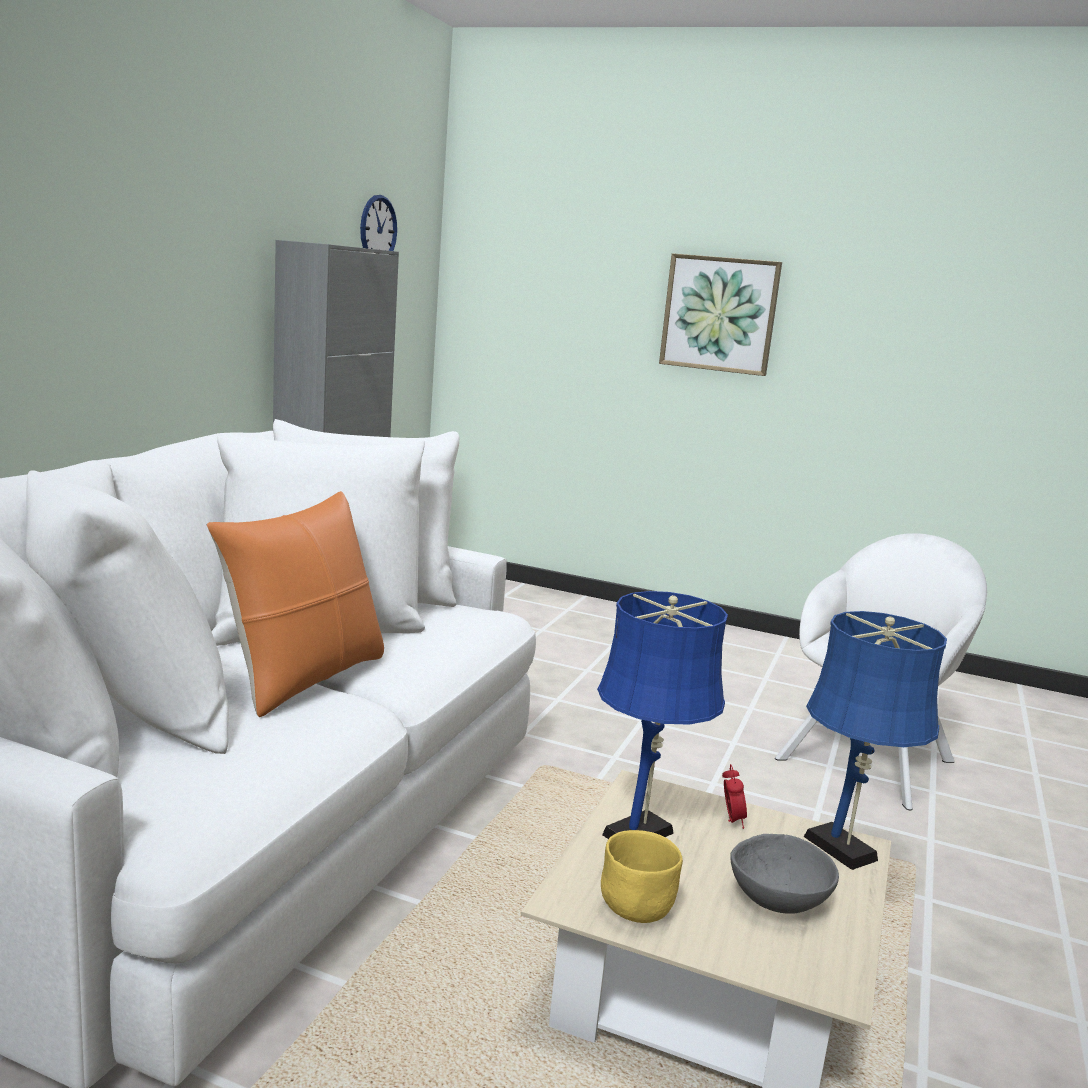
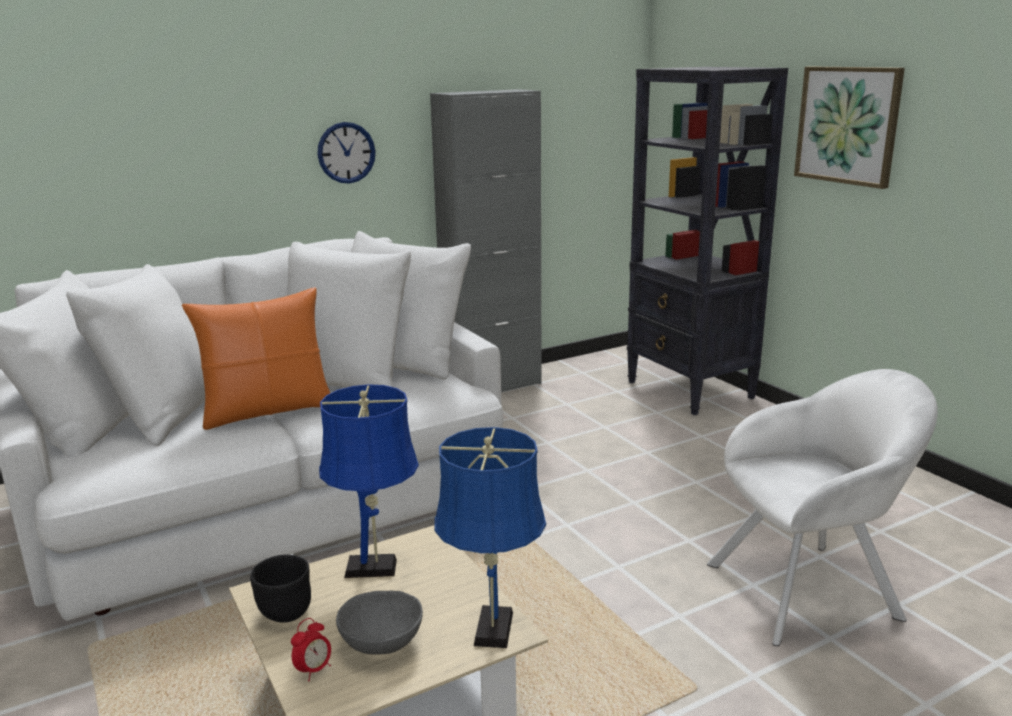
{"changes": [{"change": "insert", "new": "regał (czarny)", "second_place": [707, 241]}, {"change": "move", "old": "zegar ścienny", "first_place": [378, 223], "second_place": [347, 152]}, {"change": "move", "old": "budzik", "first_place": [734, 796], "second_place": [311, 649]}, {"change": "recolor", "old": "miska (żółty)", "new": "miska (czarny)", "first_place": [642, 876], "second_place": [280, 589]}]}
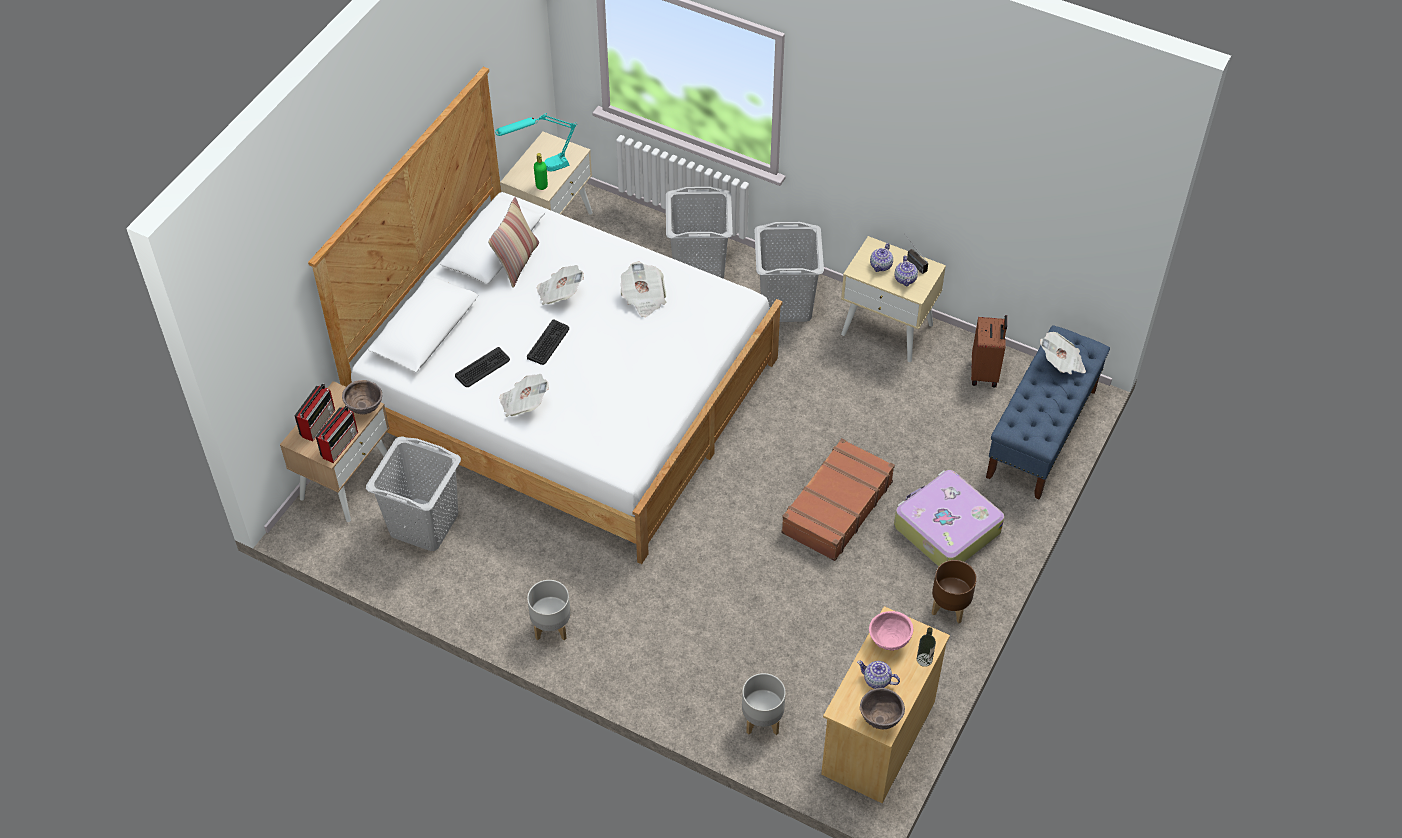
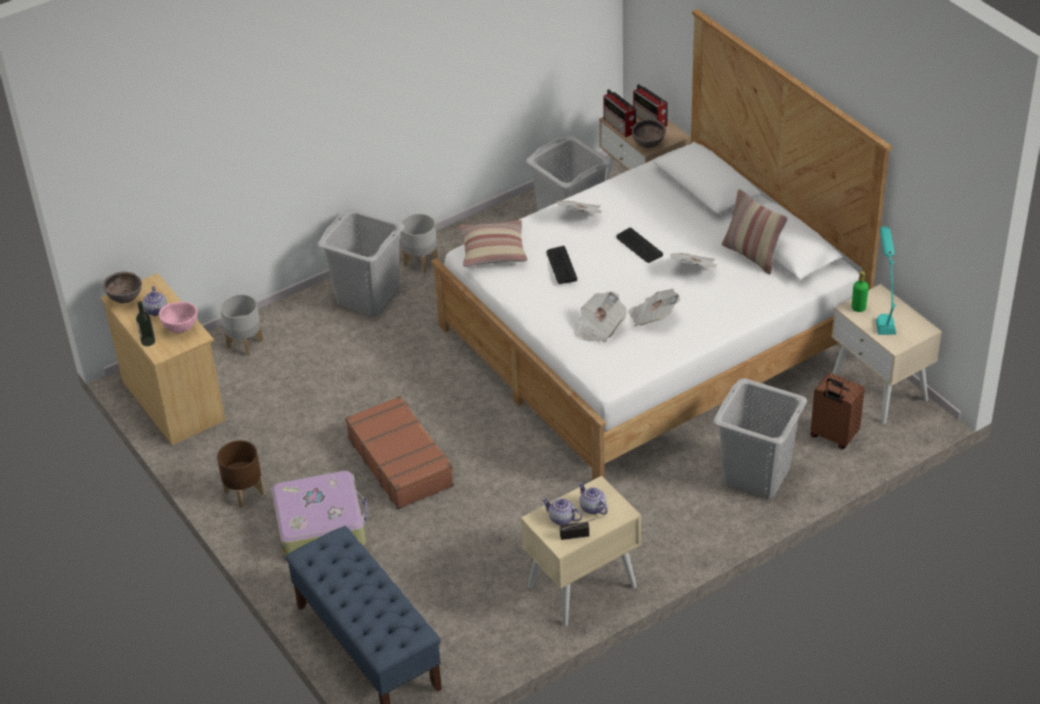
{"changes": [{"change": "insert", "new": "poduszka", "second_place": [493, 243]}, {"change": "move", "old": "klawiatura", "first_place": [482, 367], "second_place": [562, 265]}, {"change": "move", "old": "kosz na pranie (szary)", "first_place": [789, 272], "second_place": [361, 262]}, {"change": "move", "old": "walizka (brązowy)", "first_place": [989, 351], "second_place": [837, 411]}, {"change": "move", "old": "gazeta", "first_place": [1063, 353], "second_place": [601, 317]}, {"change": "rotate", "old": "imbryk", "first_place": [878, 675], "second_place": [155, 301], "degrees": 120}]}
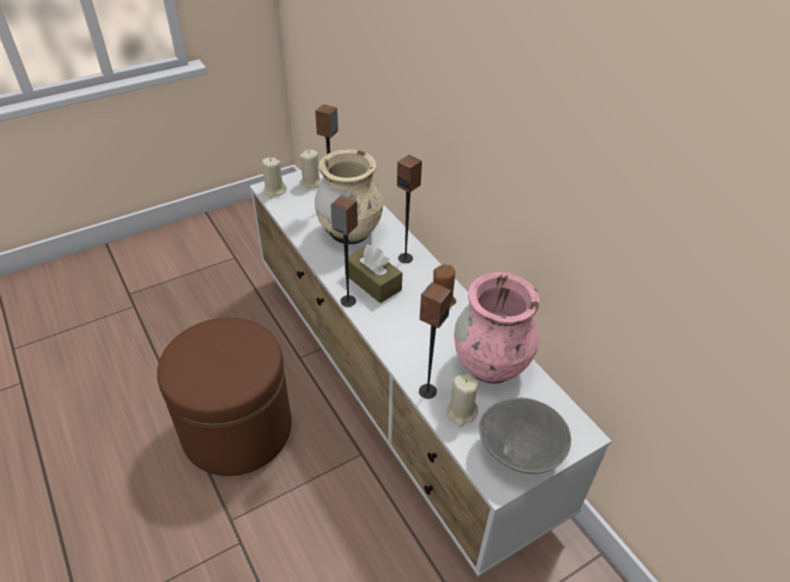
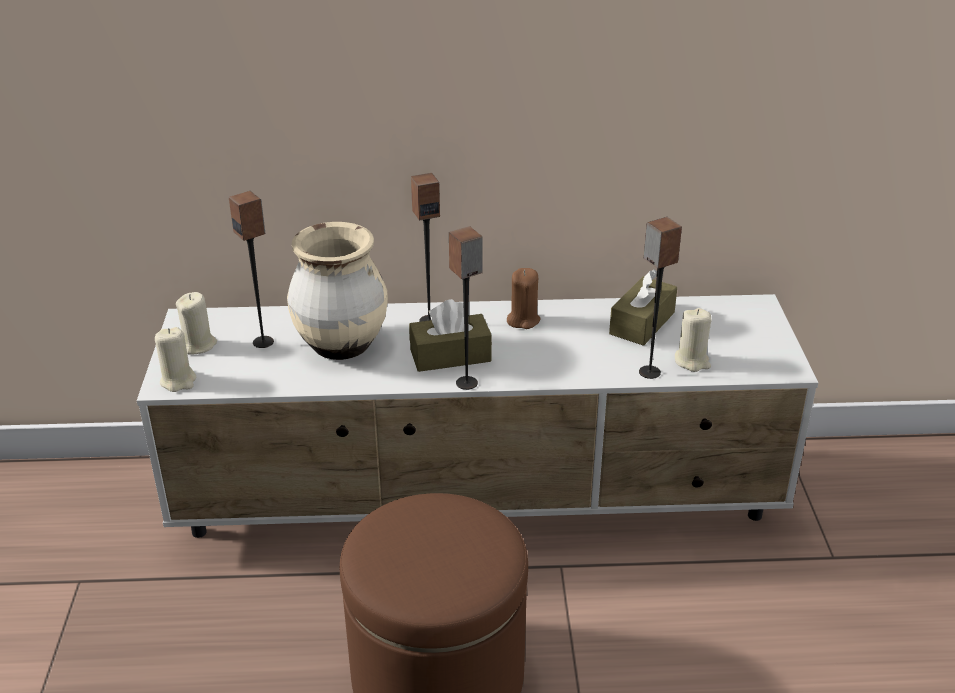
{"changes": [{"change": "delete", "old": "miska (szary)", "first_place": [525, 436]}, {"change": "replace", "old": "wazon (różowy)", "new": "pudełko chusteczek (brązowy)", "first_place": [497, 328], "second_place": [643, 307]}]}
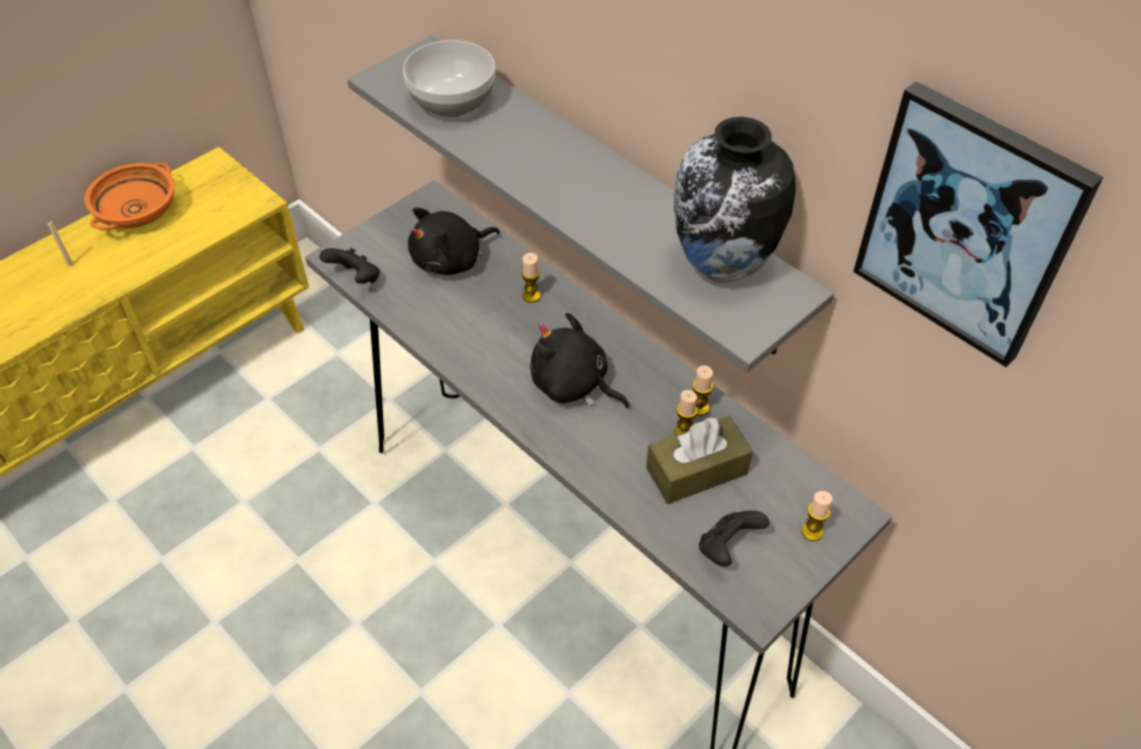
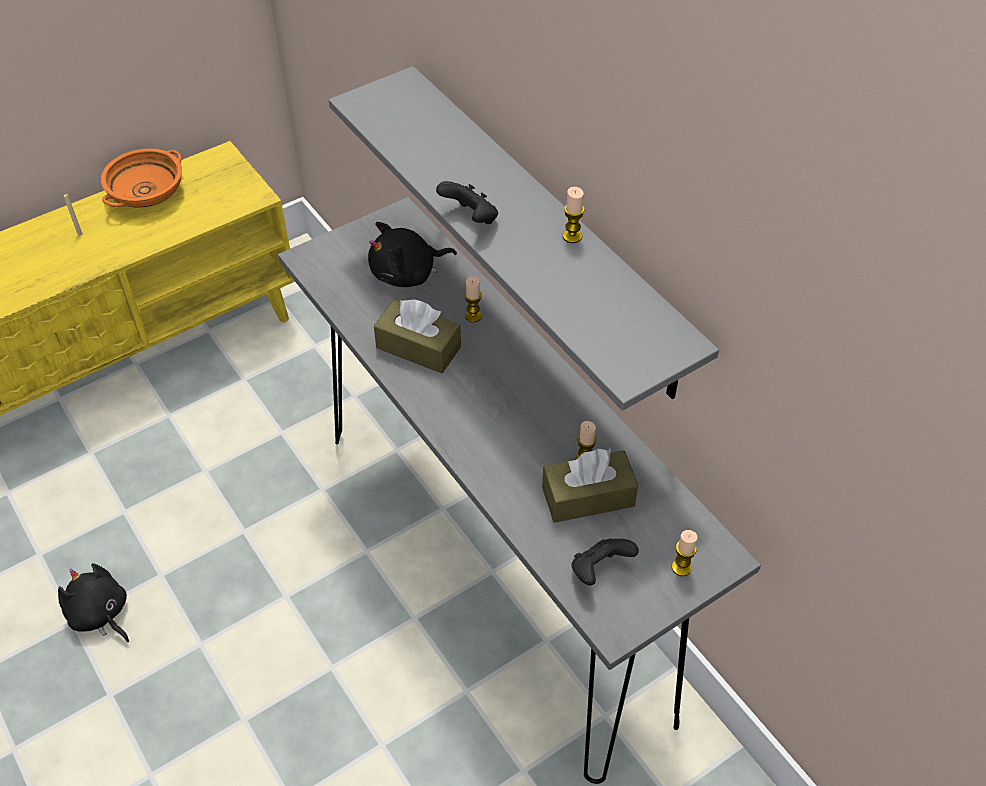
{"changes": [{"change": "delete", "old": "miska", "first_place": [449, 78]}, {"change": "delete", "old": "wazon", "first_place": [735, 200]}, {"change": "delete", "old": "obraz", "first_place": [978, 224]}, {"change": "insert", "new": "pudełko chusteczek (brązowy)", "second_place": [417, 336]}, {"change": "move", "old": "pad do gier (czarny)", "first_place": [349, 266], "second_place": [467, 202]}, {"change": "move", "old": "pluszak (czarny)", "first_place": [579, 360], "second_place": [93, 602]}, {"change": "move", "old": "świeca", "first_place": [703, 390], "second_place": [574, 215]}]}
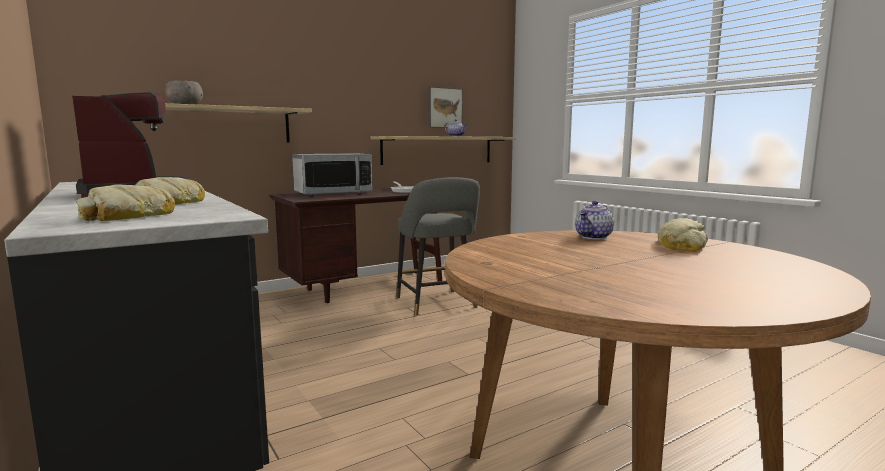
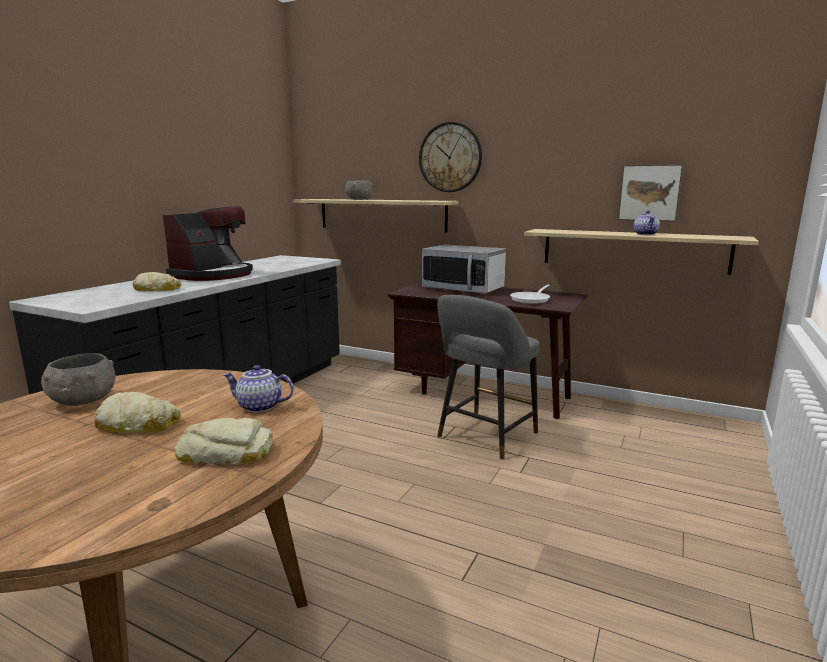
{"changes": [{"change": "insert", "new": "miska (szary)", "second_place": [78, 379]}, {"change": "insert", "new": "zegar ścienny", "second_place": [450, 157]}, {"change": "move", "old": "chleb", "first_place": [125, 203], "second_place": [138, 412]}]}
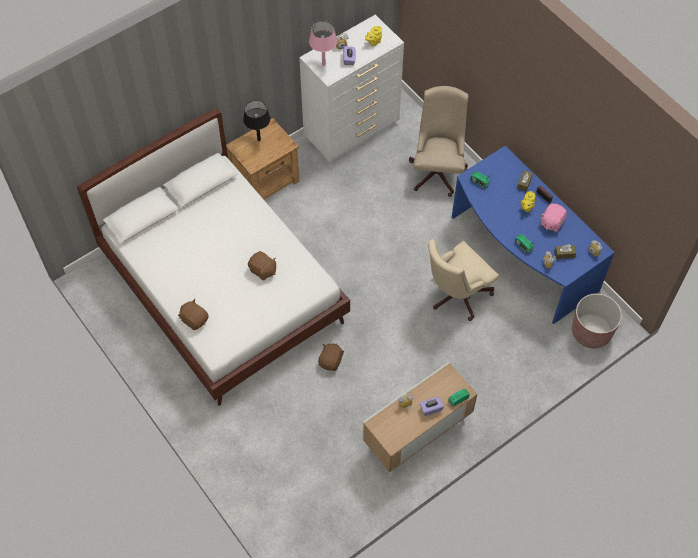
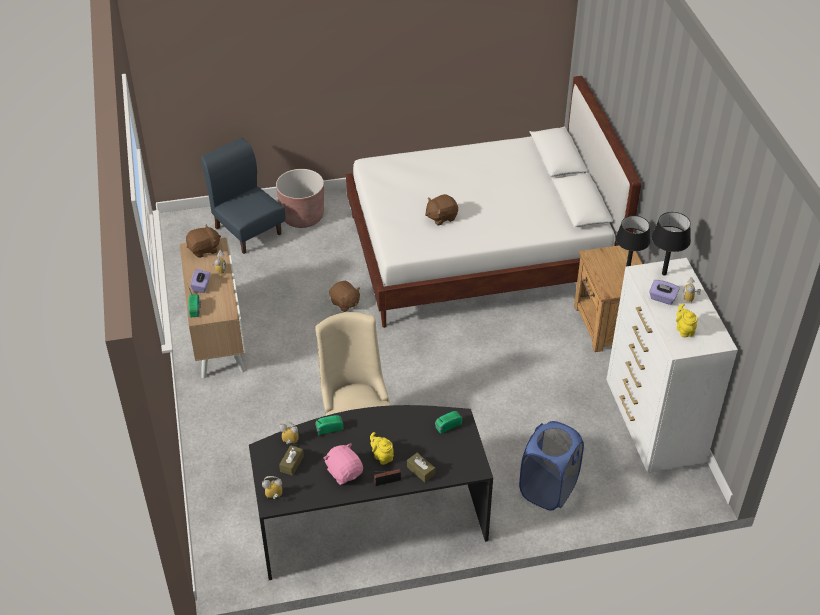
{"changes": [{"change": "insert", "new": "krzesło (niebieski)", "second_place": [243, 196]}, {"change": "move", "old": "pluszak (brązowy)", "first_place": [193, 314], "second_place": [203, 241]}, {"change": "move", "old": "donica (brązowy)", "first_place": [597, 321], "second_place": [300, 198]}, {"change": "replace", "old": "krzesło biurowe (beżowy)", "new": "kosz na pranie (niebieski)", "first_place": [439, 141], "second_place": [551, 466]}, {"change": "recolor", "old": "lampa stołowa (różowy)", "new": "lampa stołowa (czarny)", "first_place": [323, 43], "second_place": [671, 244]}, {"change": "recolor", "old": "biurko (niebieski)", "new": "biurko (czarny)", "first_place": [533, 235], "second_place": [371, 492]}]}
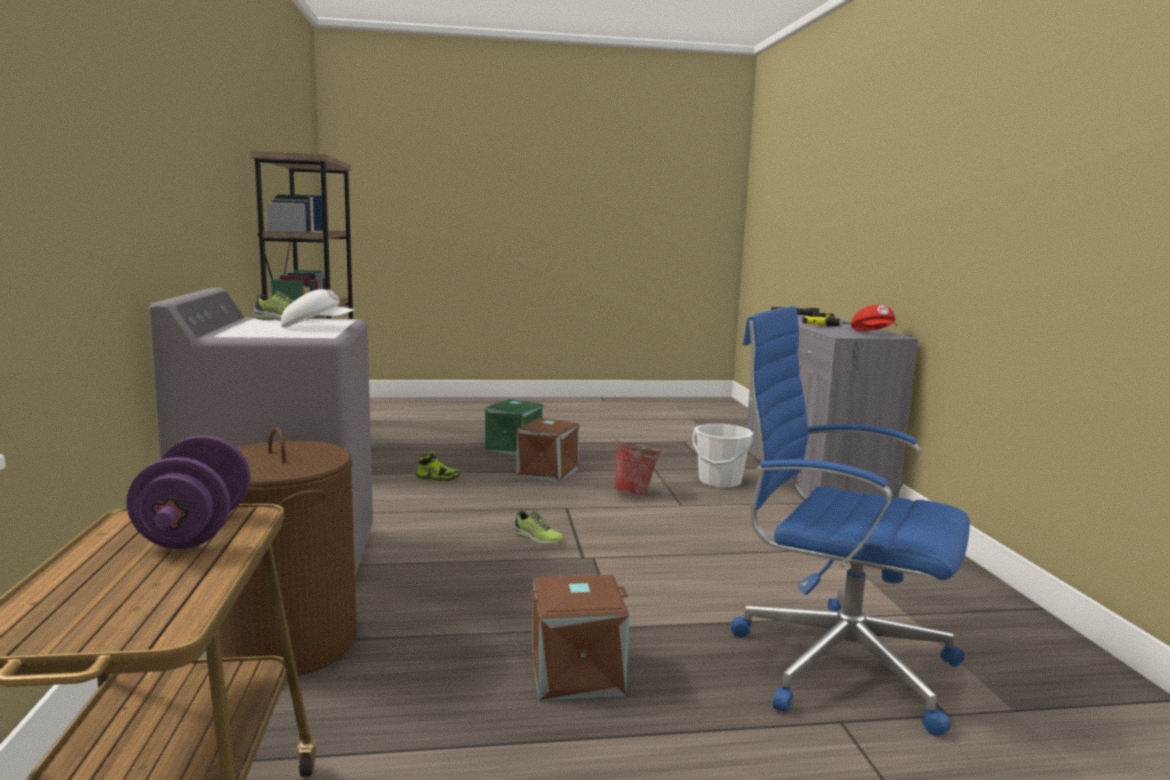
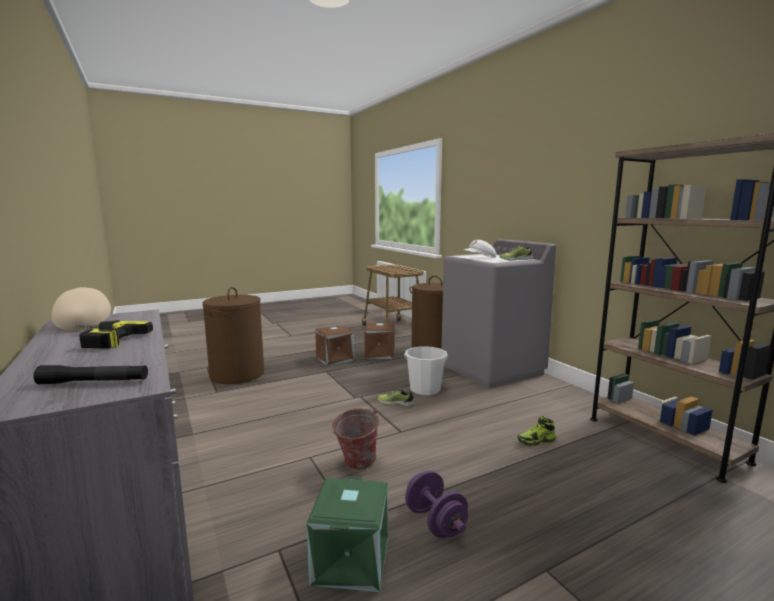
{"changes": [{"change": "move", "old": "hantel (fioletowy)", "first_place": [188, 492], "second_place": [436, 504]}, {"change": "move", "old": "pojemnik do przechowywania (zielony)", "first_place": [514, 427], "second_place": [347, 534]}, {"change": "move", "old": "pojemnik do przechowywania (brązowy)", "first_place": [548, 450], "second_place": [379, 340]}, {"change": "move", "old": "wiadro (biały)", "first_place": [722, 456], "second_place": [426, 370]}, {"change": "replace", "old": "krzesło biurowe (niebieski)", "new": "kosz na pranie (brązowy)", "first_place": [850, 521], "second_place": [233, 335]}, {"change": "recolor", "old": "czapka z daszkiem (czerwony)", "new": "czapka z daszkiem (beżowy)", "first_place": [874, 318], "second_place": [81, 309]}]}
